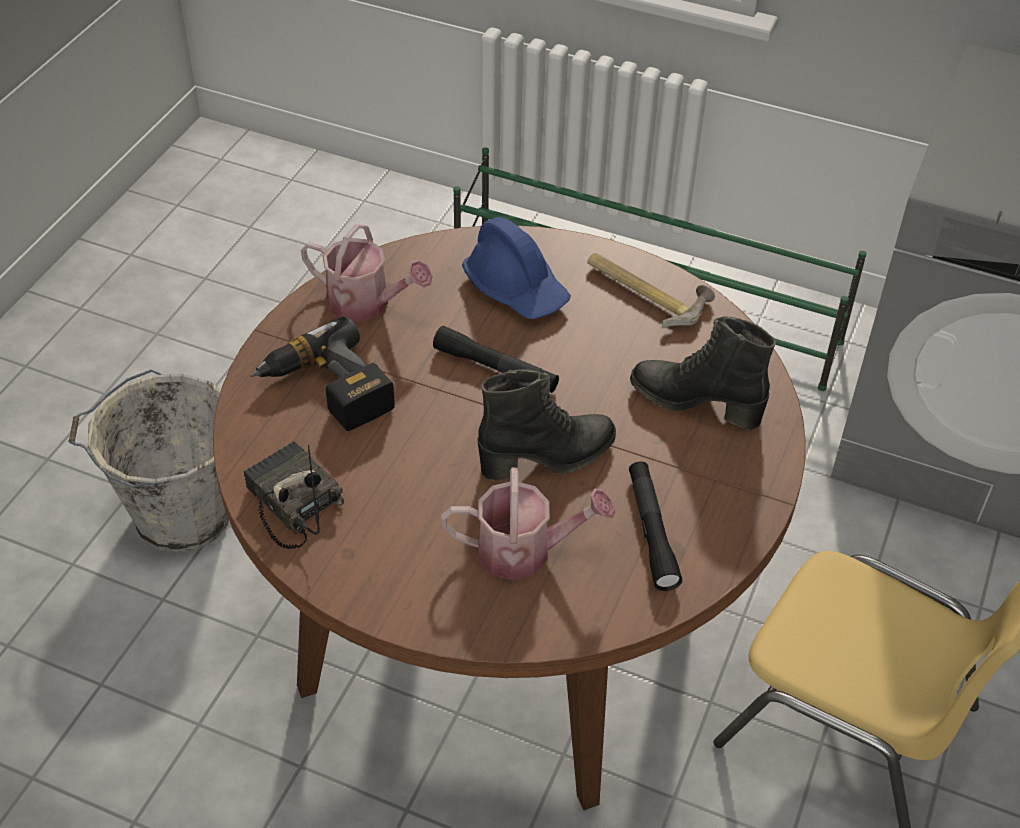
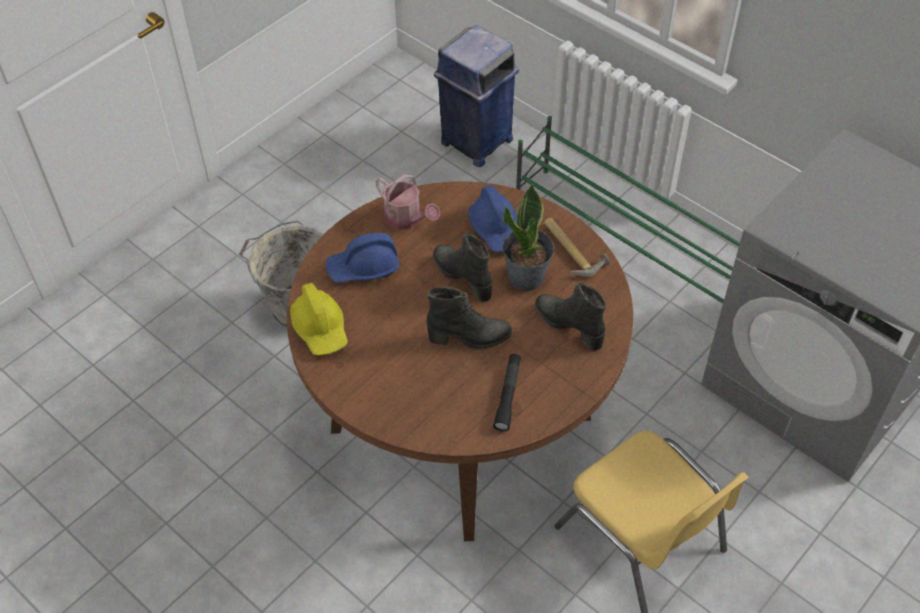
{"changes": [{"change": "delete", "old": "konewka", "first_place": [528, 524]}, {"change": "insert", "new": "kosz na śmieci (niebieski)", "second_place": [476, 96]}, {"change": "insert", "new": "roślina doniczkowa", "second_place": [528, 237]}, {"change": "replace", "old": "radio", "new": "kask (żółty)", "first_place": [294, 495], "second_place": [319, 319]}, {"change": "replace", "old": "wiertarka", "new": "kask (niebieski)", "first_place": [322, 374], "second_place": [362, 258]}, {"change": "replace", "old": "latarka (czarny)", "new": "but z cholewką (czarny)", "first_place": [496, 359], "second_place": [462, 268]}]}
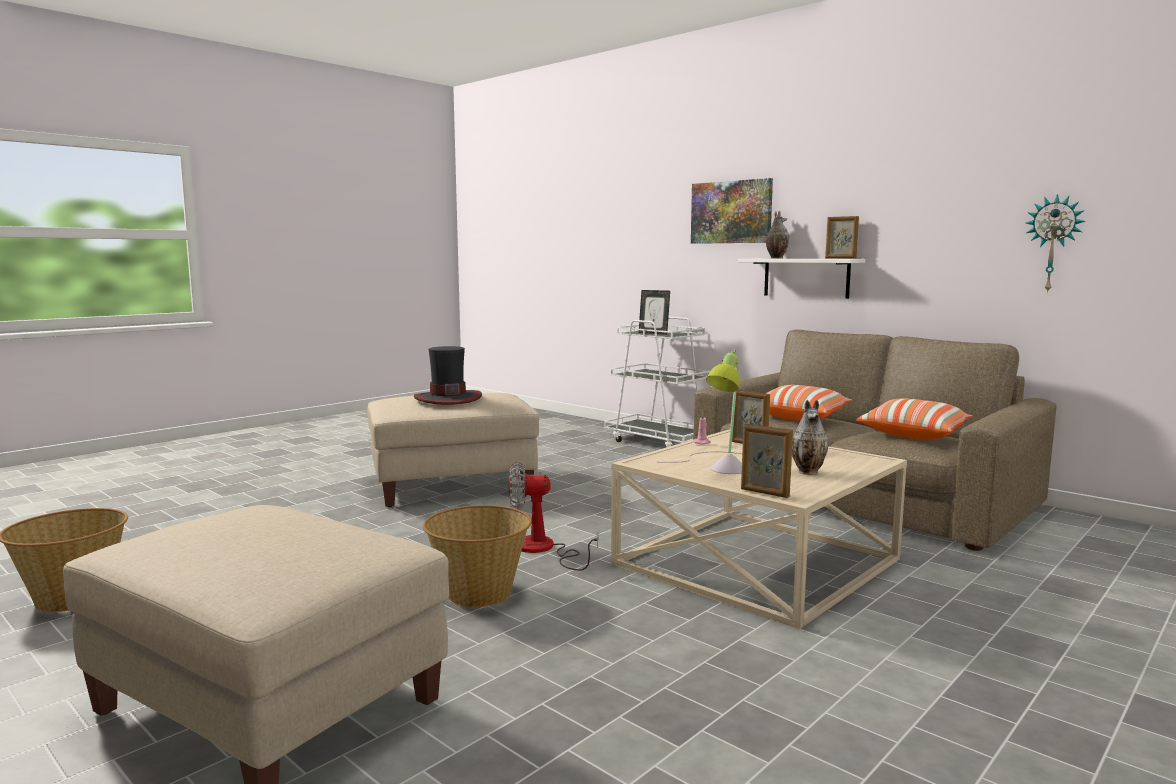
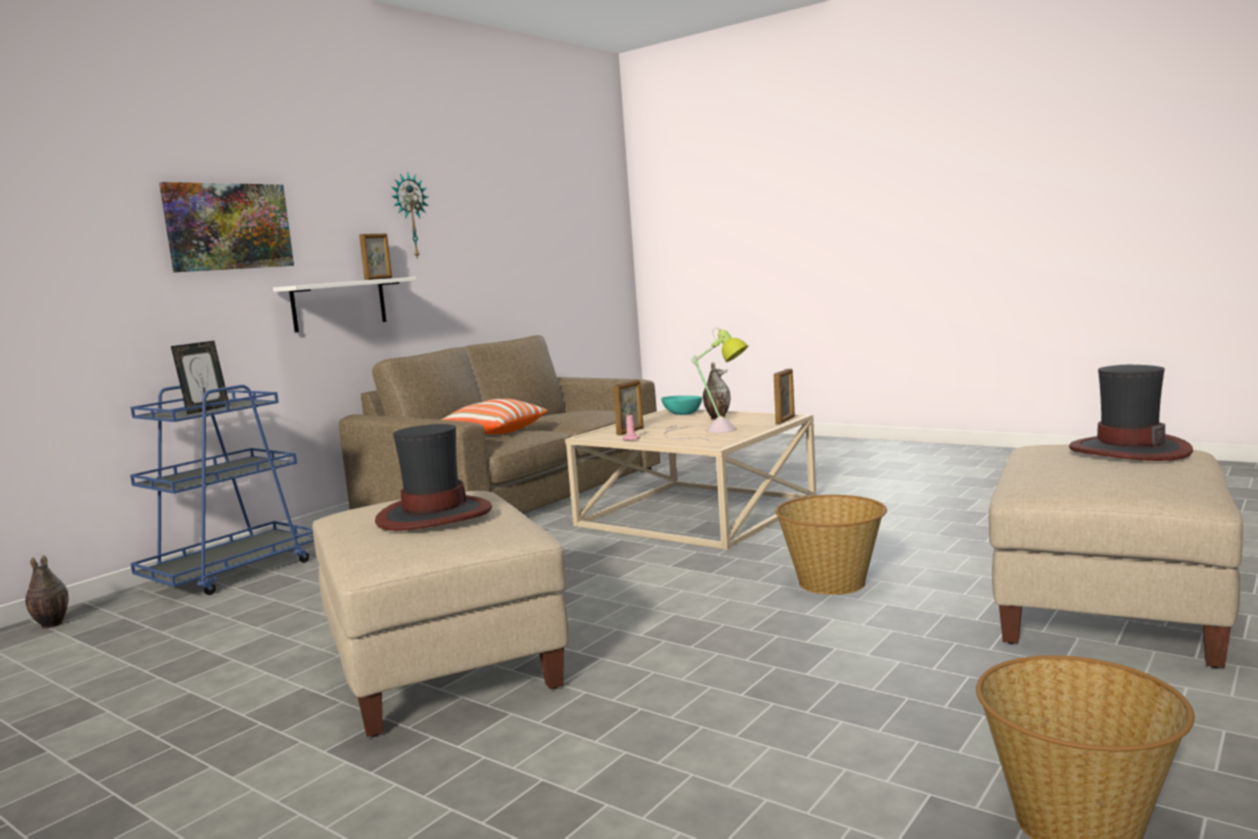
{"changes": [{"change": "delete", "old": "wentylator", "first_place": [553, 515]}, {"change": "delete", "old": "poduszka", "first_place": [914, 419]}, {"change": "insert", "new": "miska (turkusowy)", "second_place": [681, 405]}, {"change": "insert", "new": "kapelusz", "second_place": [1131, 413]}, {"change": "move", "old": "wazon", "first_place": [777, 234], "second_place": [47, 592]}, {"change": "move", "old": "zegar ścienny", "first_place": [1056, 243], "second_place": [409, 216]}, {"change": "recolor", "old": "wózek (biały)", "new": "wózek (niebieski)", "first_place": [657, 382], "second_place": [222, 490]}]}
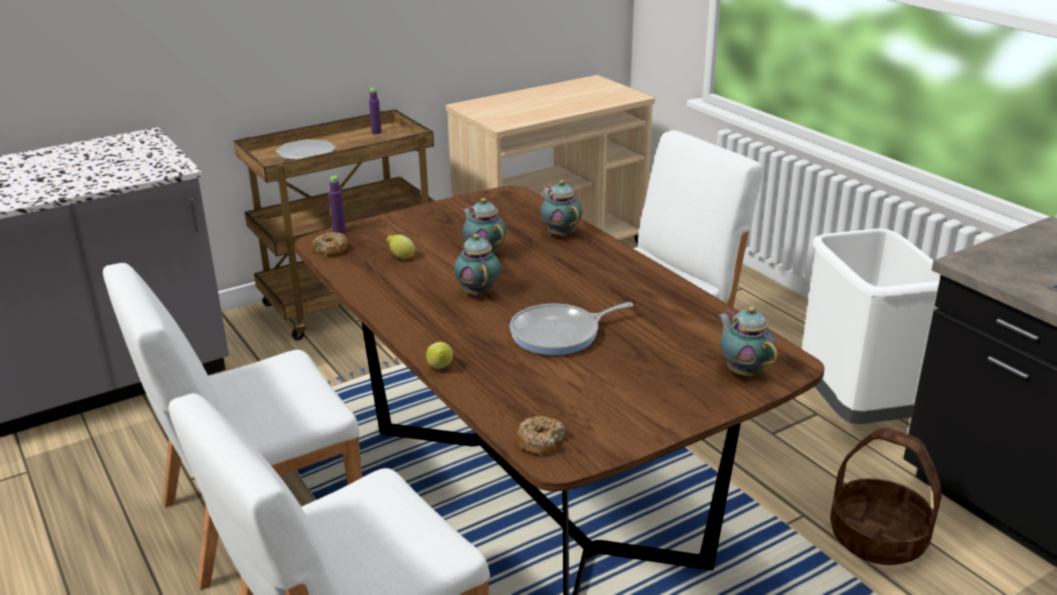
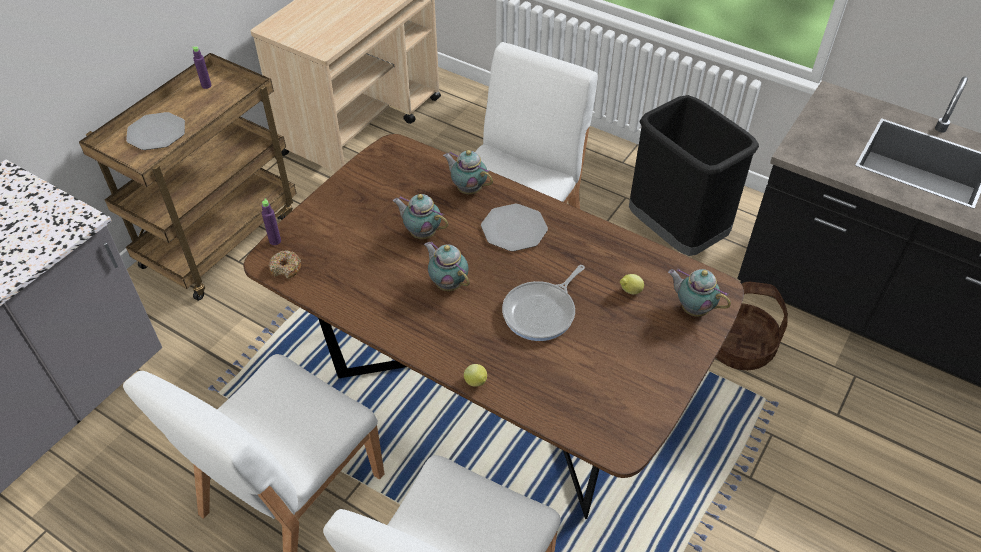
{"changes": [{"change": "delete", "old": "donut", "first_place": [540, 436]}, {"change": "insert", "new": "talerz", "second_place": [514, 227]}, {"change": "move", "old": "cytryna", "first_place": [401, 247], "second_place": [632, 284]}, {"change": "recolor", "old": "kosz na śmieci (biały)", "new": "kosz na śmieci (czarny)", "first_place": [871, 326], "second_place": [694, 175]}]}
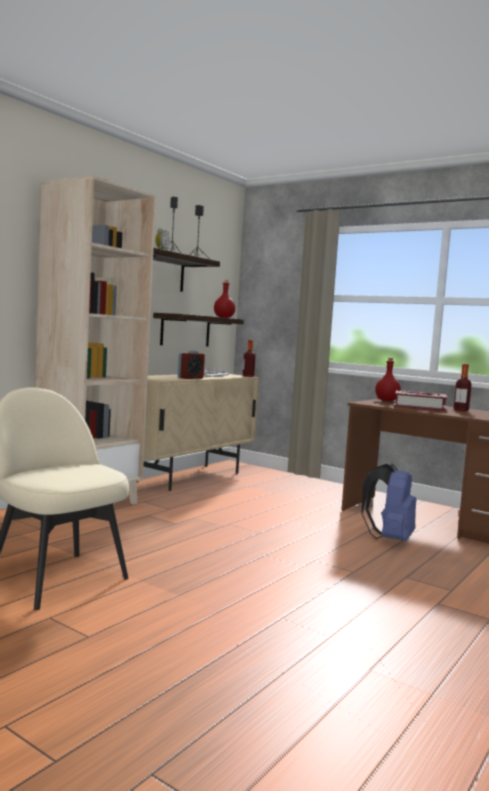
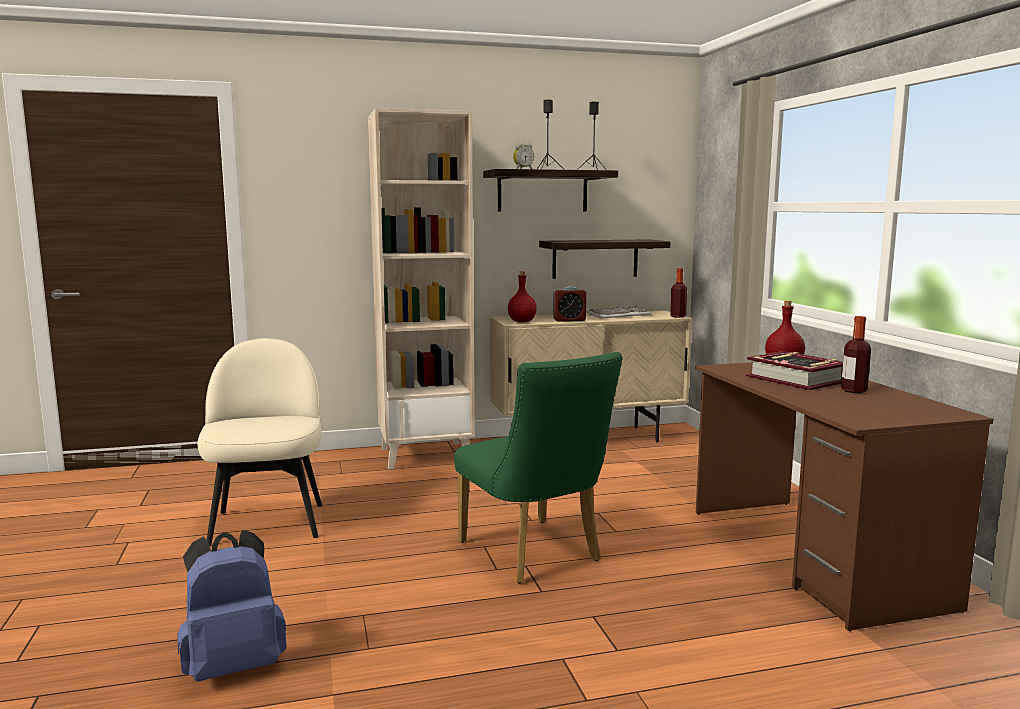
{"changes": [{"change": "insert", "new": "krzesło (zielony)", "second_place": [538, 467]}, {"change": "move", "old": "butelka (czerwony)", "first_place": [225, 299], "second_place": [522, 296]}, {"change": "move", "old": "plecak (niebieski)", "first_place": [388, 502], "second_place": [232, 606]}]}
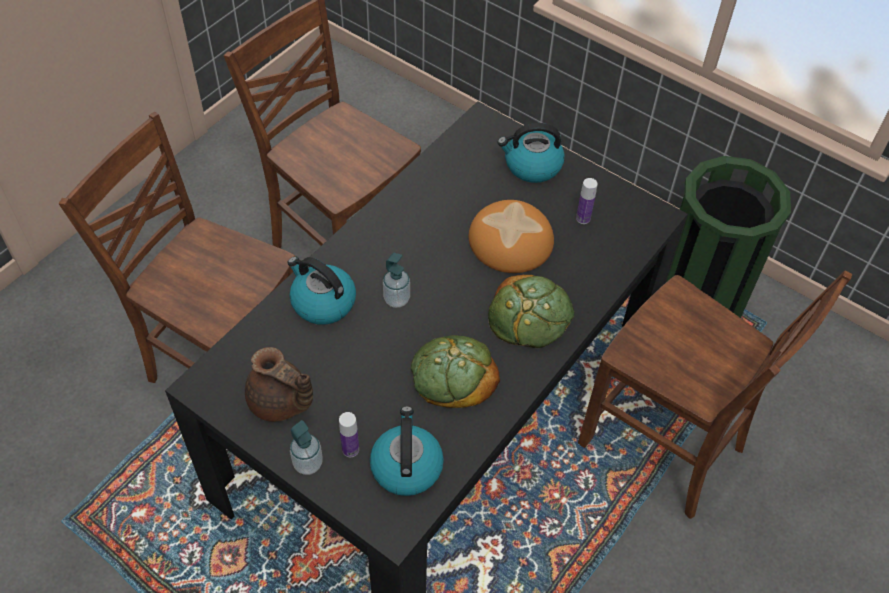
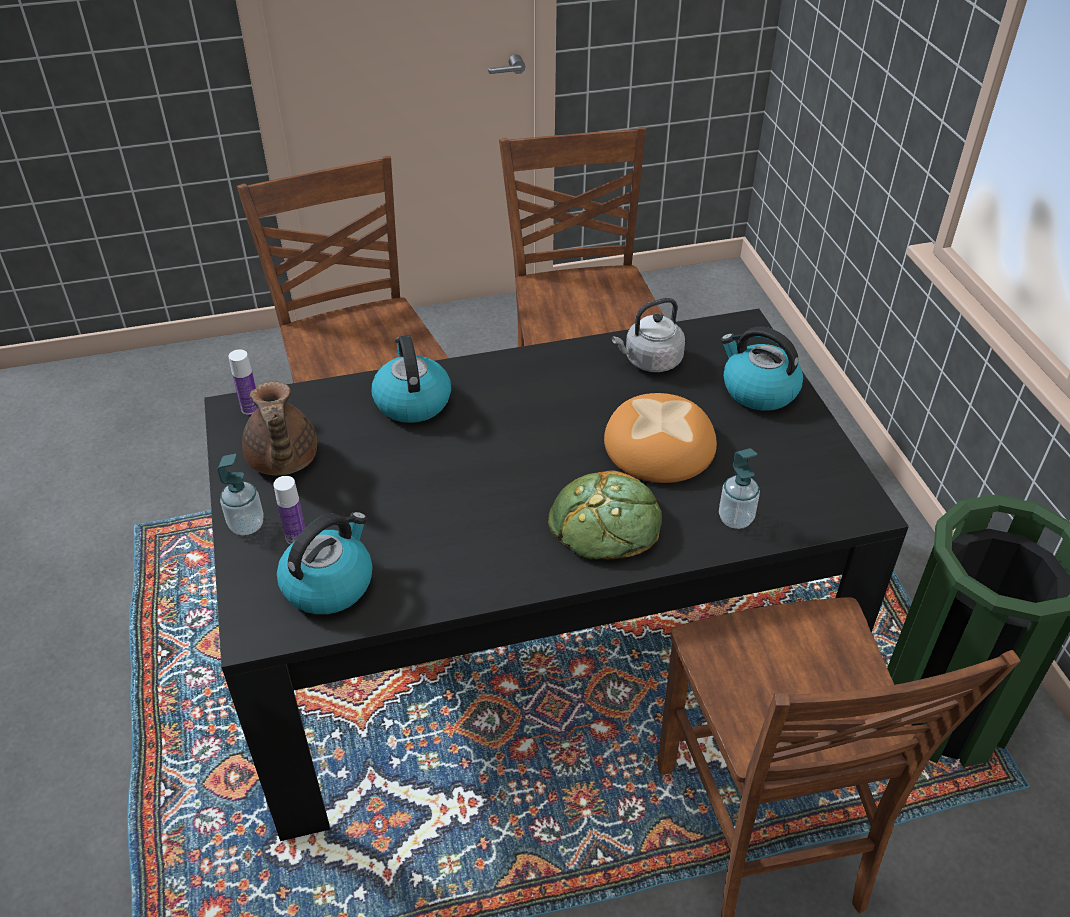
{"changes": [{"change": "delete", "old": "chleb", "first_place": [455, 371]}, {"change": "insert", "new": "czajnik (szary)", "second_place": [648, 335]}, {"change": "move", "old": "dozownik mydła", "first_place": [396, 280], "second_place": [739, 488]}, {"change": "move", "old": "butelka", "first_place": [587, 201], "second_place": [243, 382]}]}
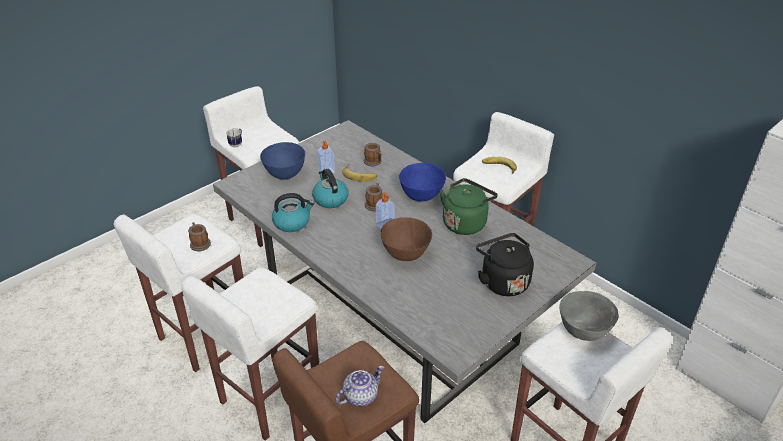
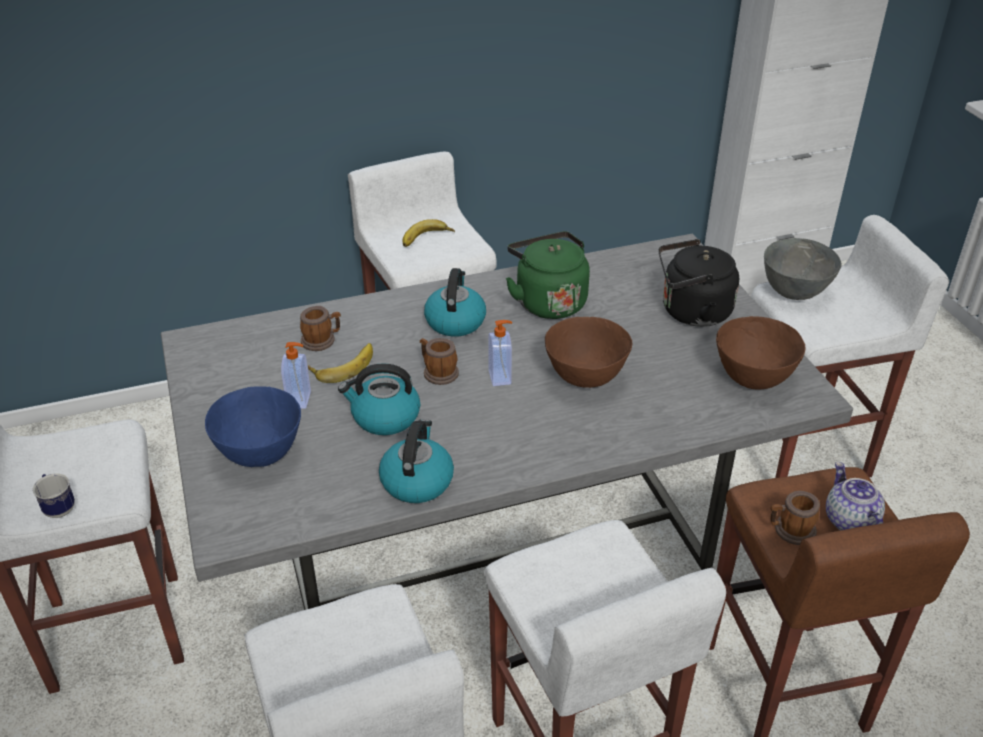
{"changes": [{"change": "insert", "new": "miska (brązowy)", "second_place": [760, 353]}, {"change": "move", "old": "kubek", "first_place": [199, 236], "second_place": [795, 518]}, {"change": "replace", "old": "miska (niebieski)", "new": "czajnik", "first_place": [422, 182], "second_place": [455, 302]}]}
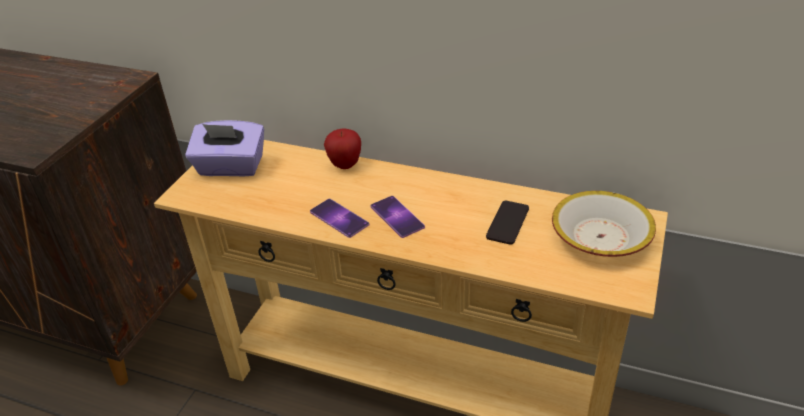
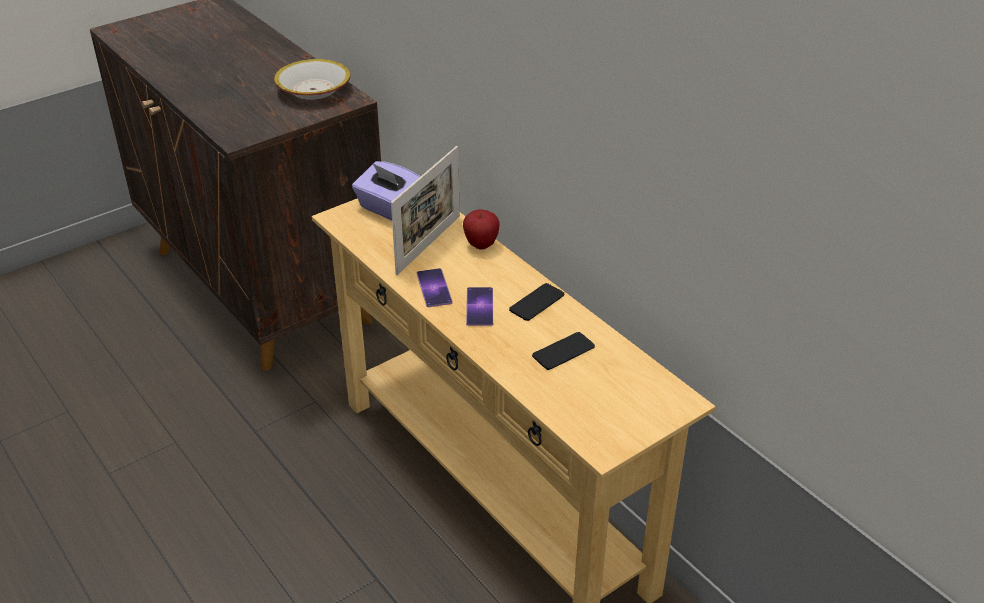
{"changes": [{"change": "insert", "new": "ramka na zdjęcie", "second_place": [425, 210]}, {"change": "insert", "new": "telefon", "second_place": [536, 302]}, {"change": "move", "old": "miska", "first_place": [604, 224], "second_place": [312, 79]}]}
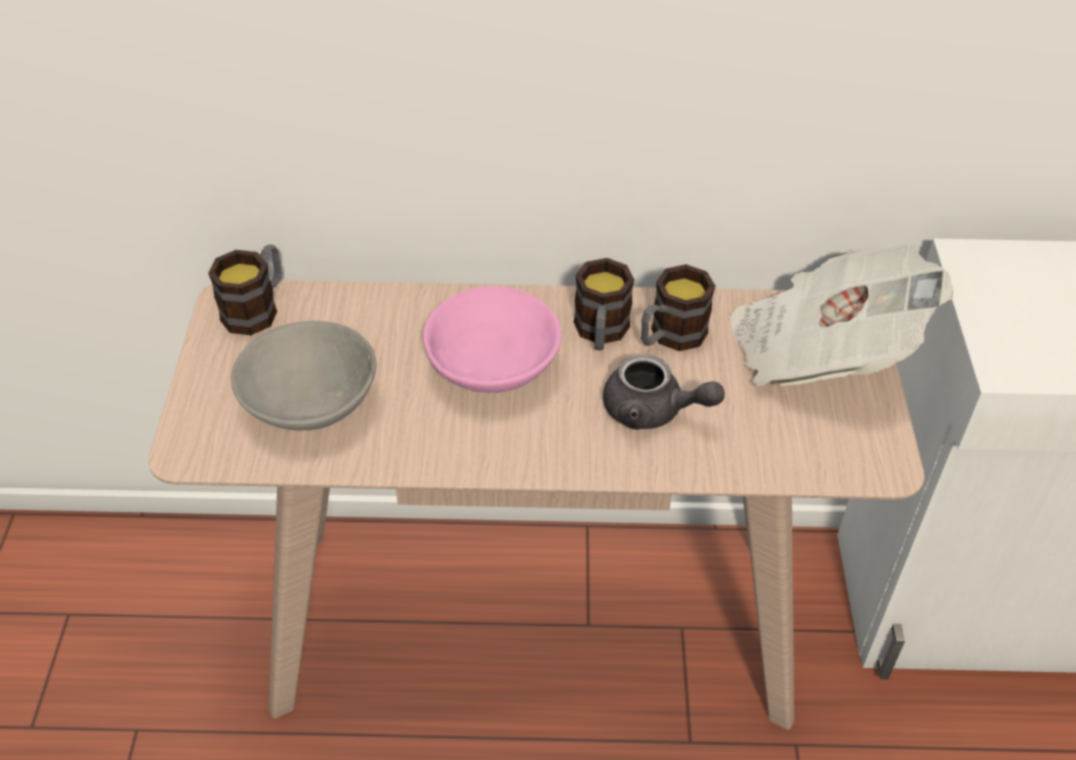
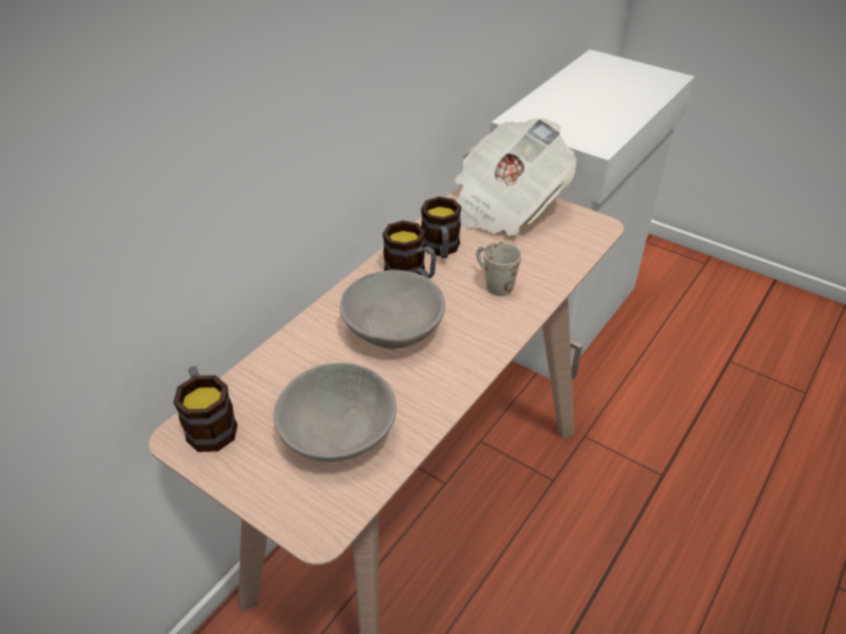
{"changes": [{"change": "replace", "old": "imbryk (szary)", "new": "kubek (biały)", "first_place": [664, 392], "second_place": [499, 269]}, {"change": "recolor", "old": "miska (różowy)", "new": "miska (szary)", "first_place": [492, 339], "second_place": [392, 309]}]}
